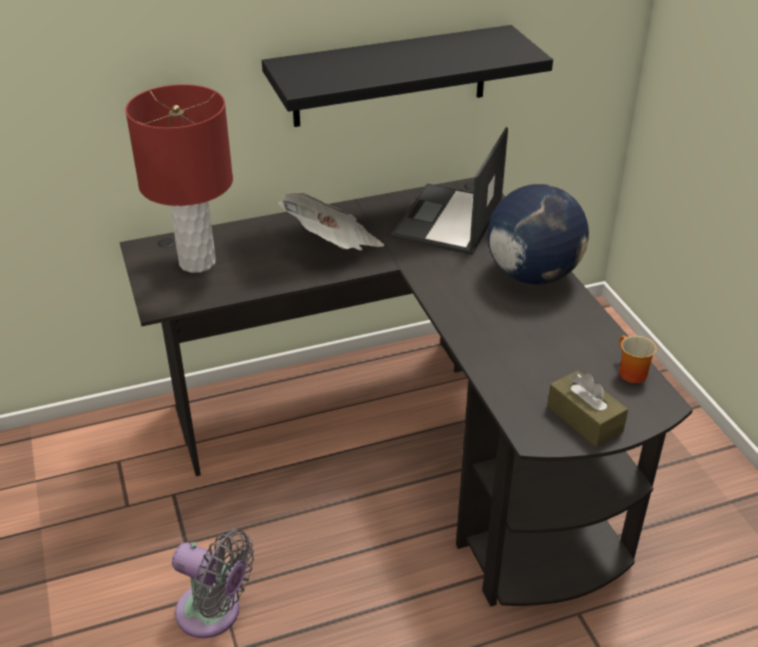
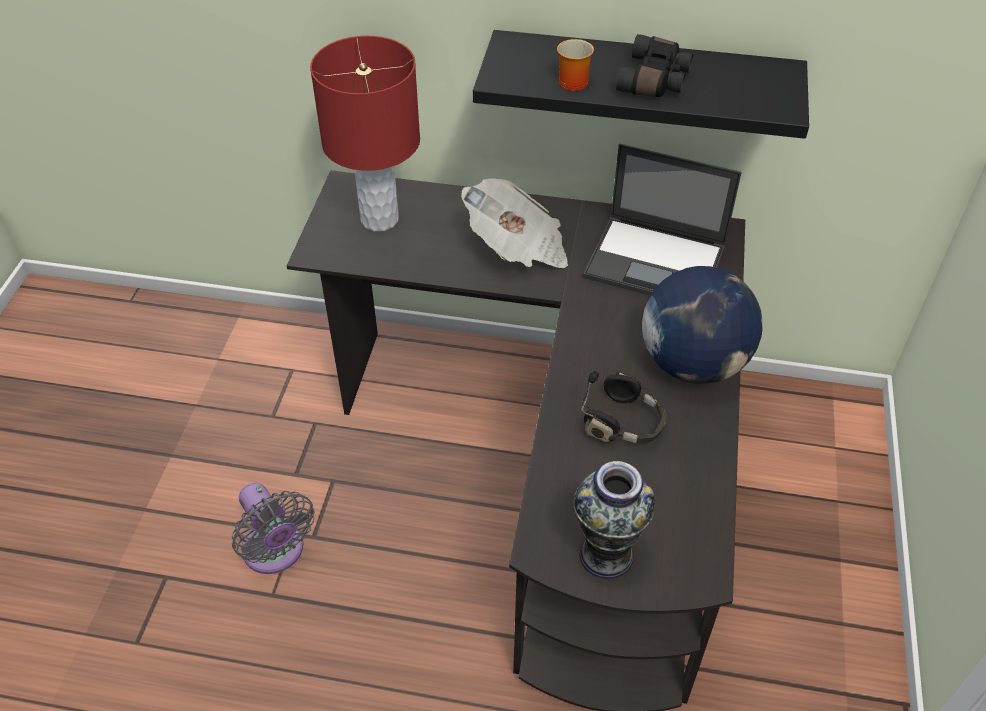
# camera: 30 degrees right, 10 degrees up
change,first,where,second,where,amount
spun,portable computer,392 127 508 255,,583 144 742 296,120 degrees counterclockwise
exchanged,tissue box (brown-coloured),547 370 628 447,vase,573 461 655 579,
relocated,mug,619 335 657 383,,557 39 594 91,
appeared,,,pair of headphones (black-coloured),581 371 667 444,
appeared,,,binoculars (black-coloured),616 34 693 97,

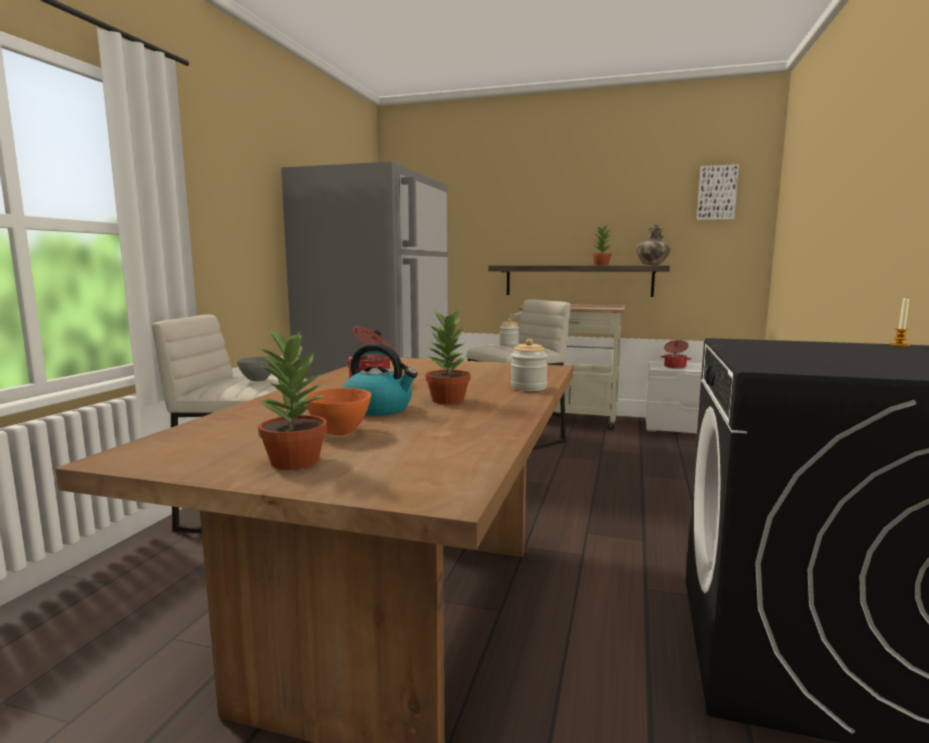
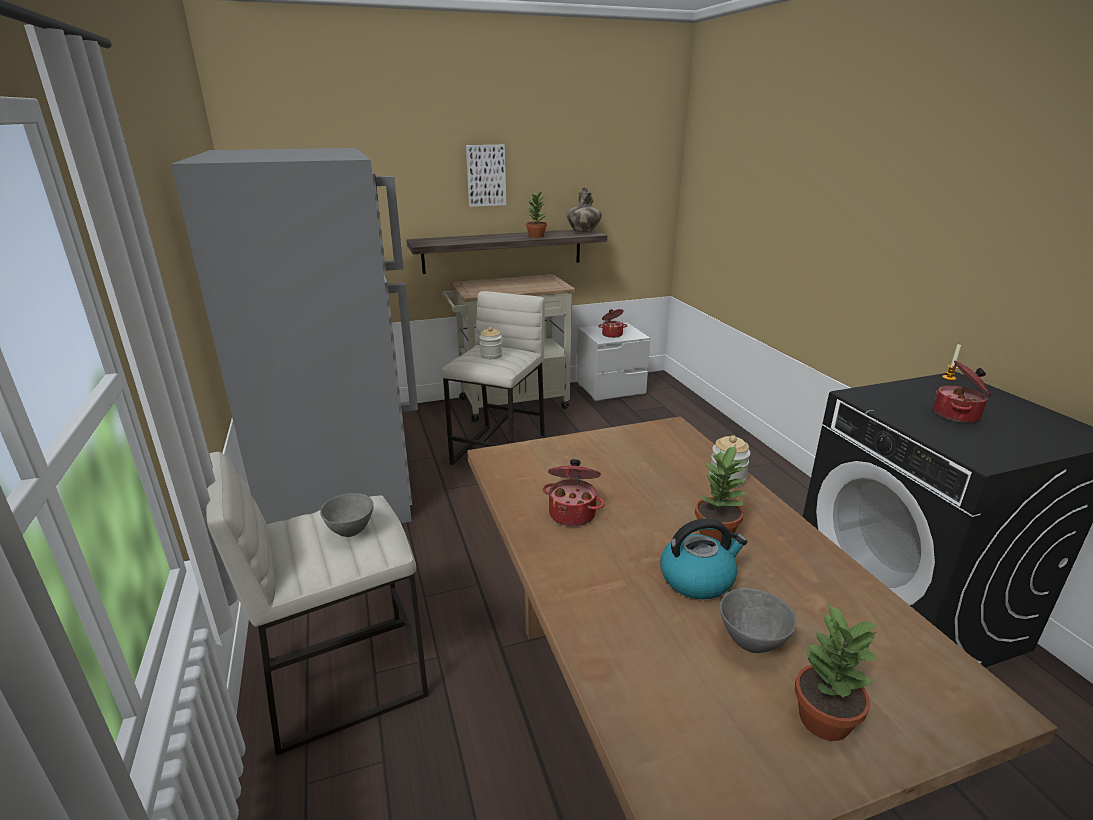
# camera: 35 degrees left, 15 degrees up
change,first,where,second,where,amount
colour,serving bowl (orangey),305 388 371 435,serving bowl (greyish),720 588 796 653,
relocated,wall art,697 164 739 220,,466 145 506 207,
appeared,,,saucepot,933 360 991 423,

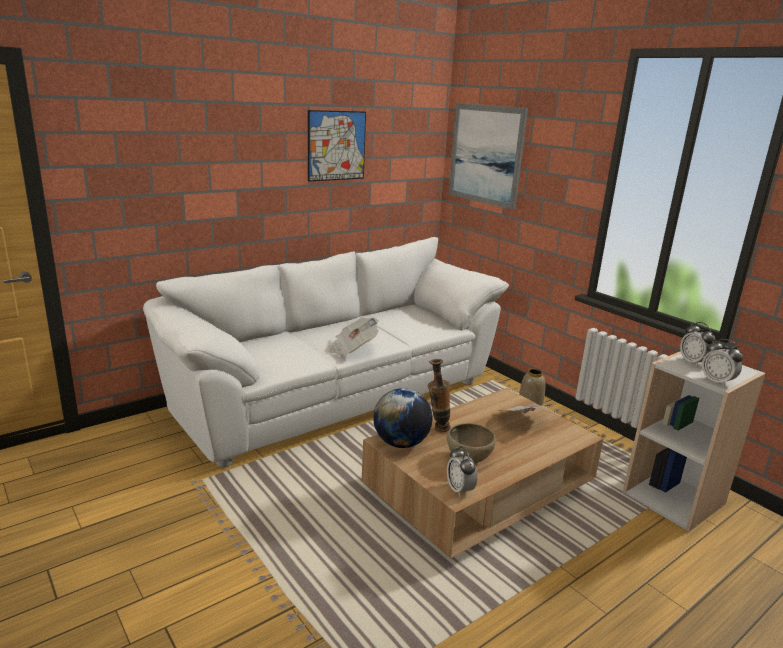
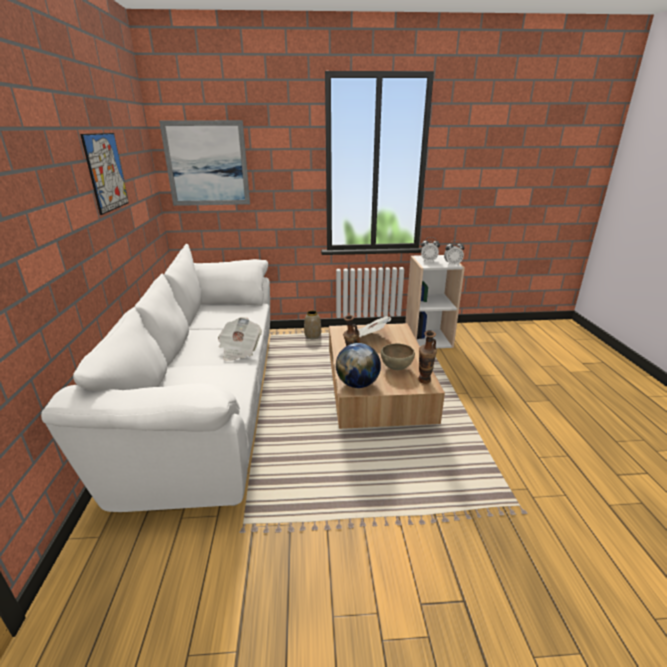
# camera: 55 degrees left, 5 degrees up
change,first,where,second,where,amount
exchanged,table clock,447 446 477 497,vase,418 331 437 384,

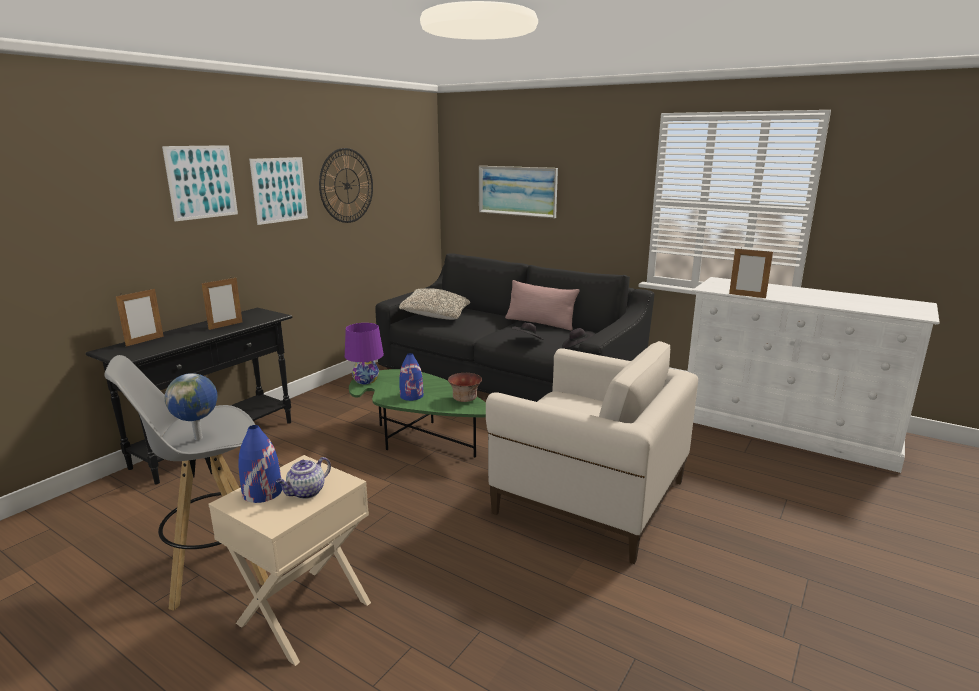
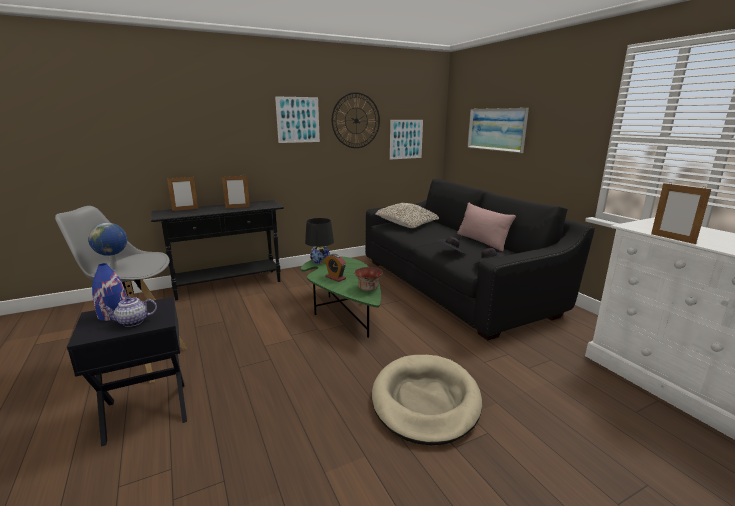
# camera: 30 degrees right, 0 degrees up
change,first,where,second,where,amount
relocated,wall art,162 145 238 221,,390 120 423 160,
colour,accent table (beige-coloured),209 455 371 666,accent table (black-coloured),67 297 187 447,
colour,table lamp (purplish),345 323 384 384,table lamp (black-coloured),305 218 334 264,
exchanged,vase (blue),399 353 423 401,table clock,325 254 346 282,
exchanged,lounge chair (beige-coloured),486 341 698 564,dog bed (beige-coloured),372 355 482 445,

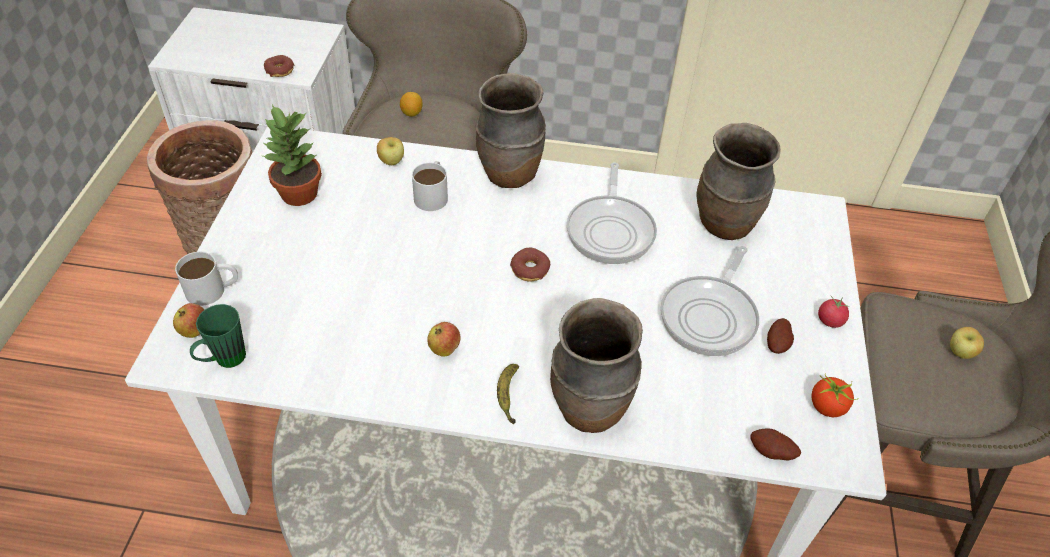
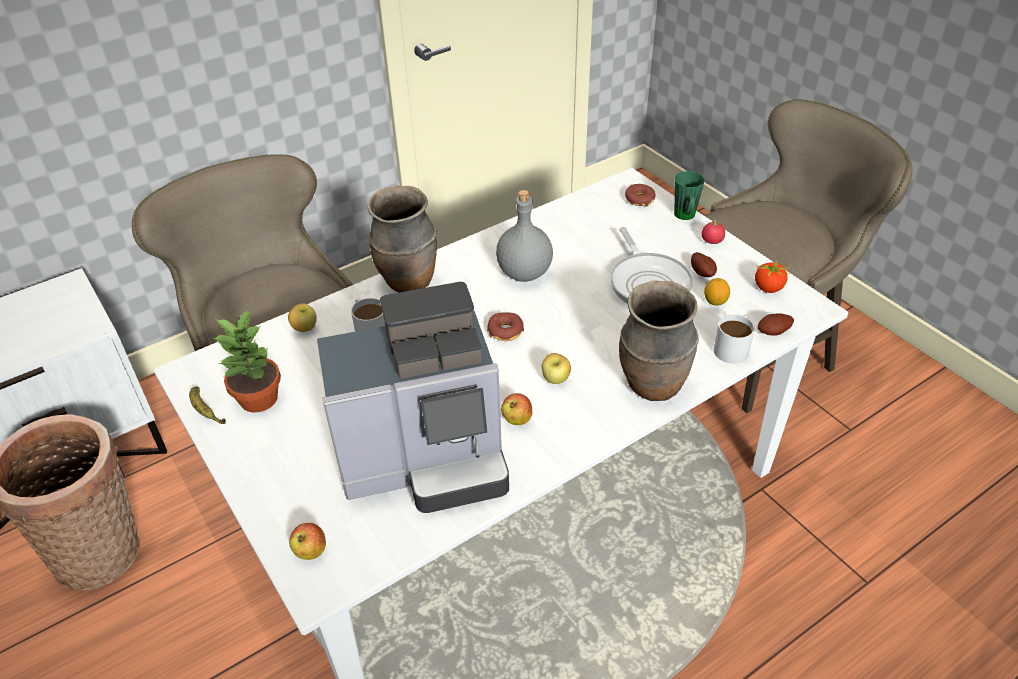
# camera: 40 degrees left, 5 degrees down
change,first,where,second,where,amount
relocated,mug (whitish),175 252 238 306,,714 314 755 364,
relocated,mug (greenish),190 304 246 368,,674 171 704 220,
relocated,ring doughnut,264 55 294 77,,625 184 656 207,
relocated,whole lemon,400 92 423 117,,704 278 730 306,
relocated,banana fruit,497 364 519 424,,189 387 226 424,
exchanged,frying pan,567 163 657 264,drink bottle (greyish),496 190 553 282,
missing,vase (brown-coloured),697 123 781 240,,,
relocated,apple,950 327 984 359,,542 353 571 384,
appeared,,,coffee machine,317 282 509 513,

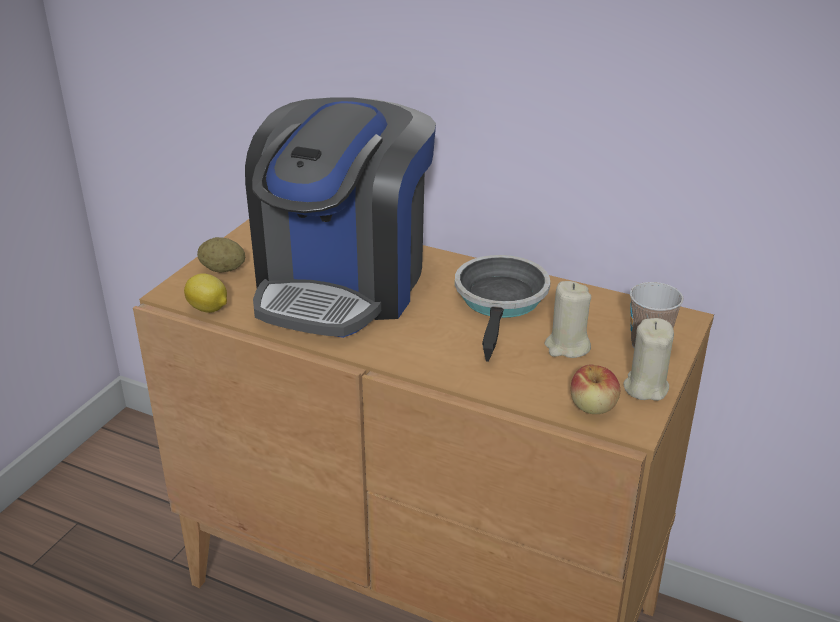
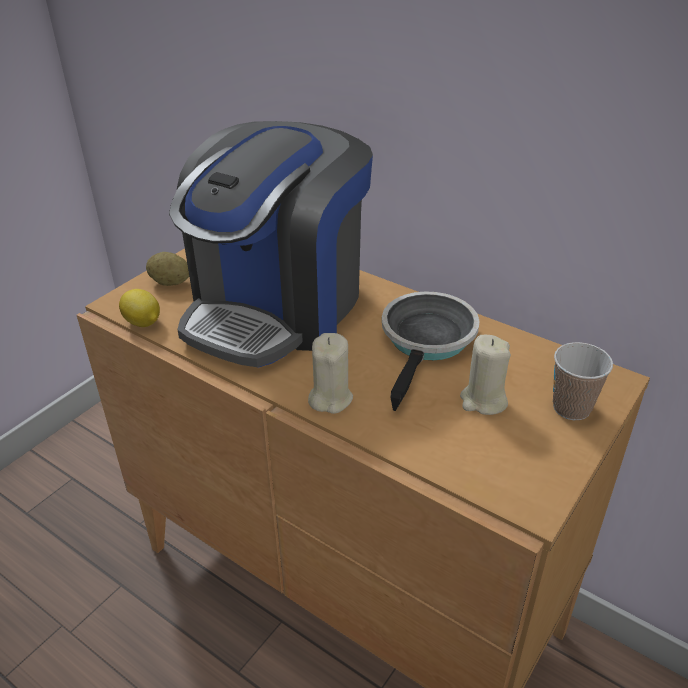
# camera: 10 degrees right, 5 degrees up
change,first,where,second,where,amount
missing,apple,571 365 620 414,,,
relocated,wax candle (beige-coloured),623 318 674 401,,308 333 353 414,

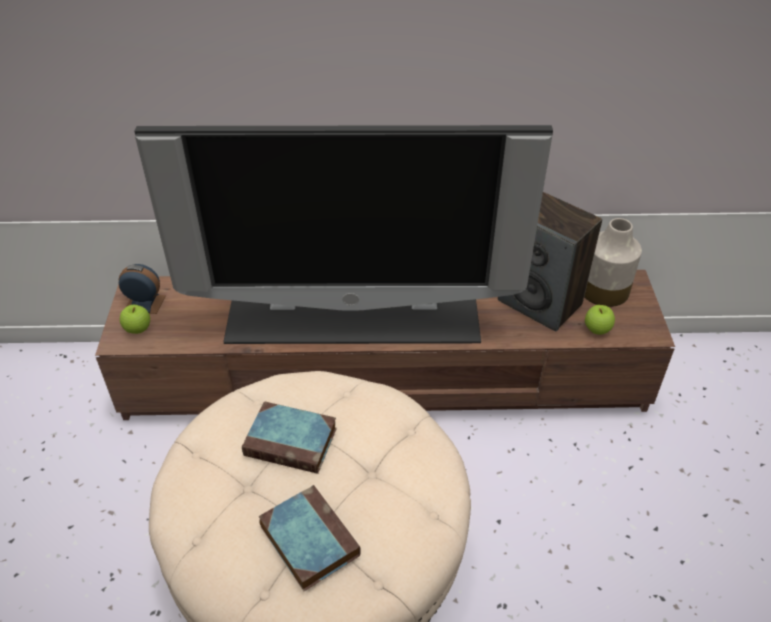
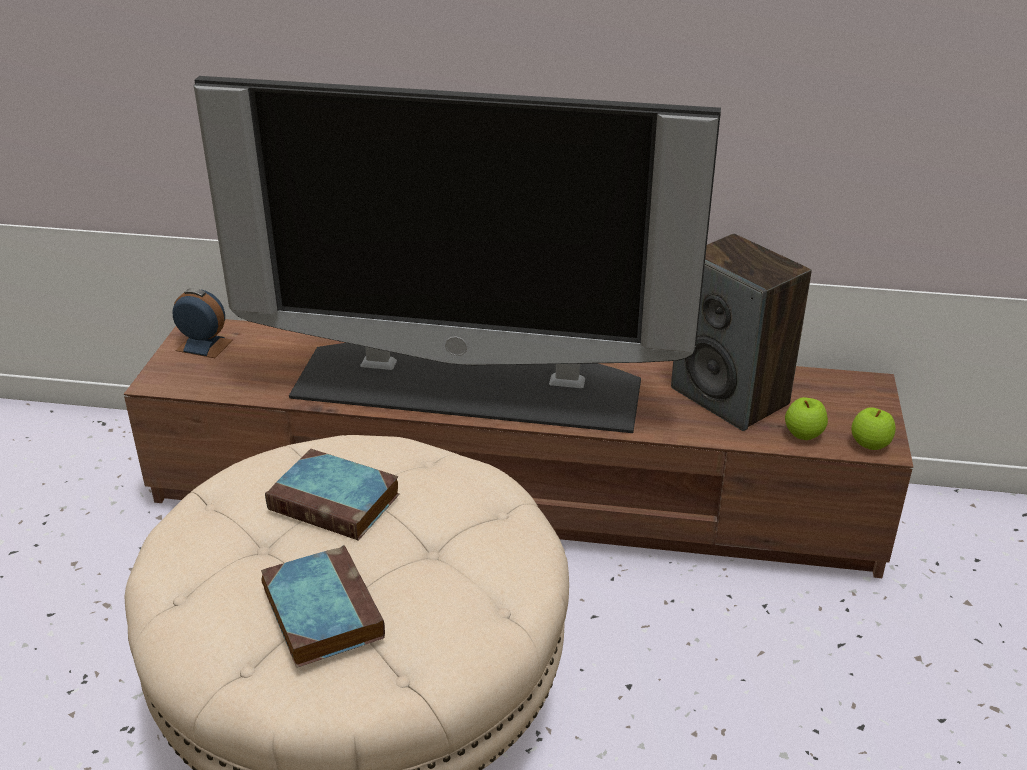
# camera: 10 degrees right, 10 degrees down
change,first,where,second,where,amount
relocated,apple,120 305 150 334,,851 407 895 450,
missing,vase (beige-coloured),584 218 642 307,,,

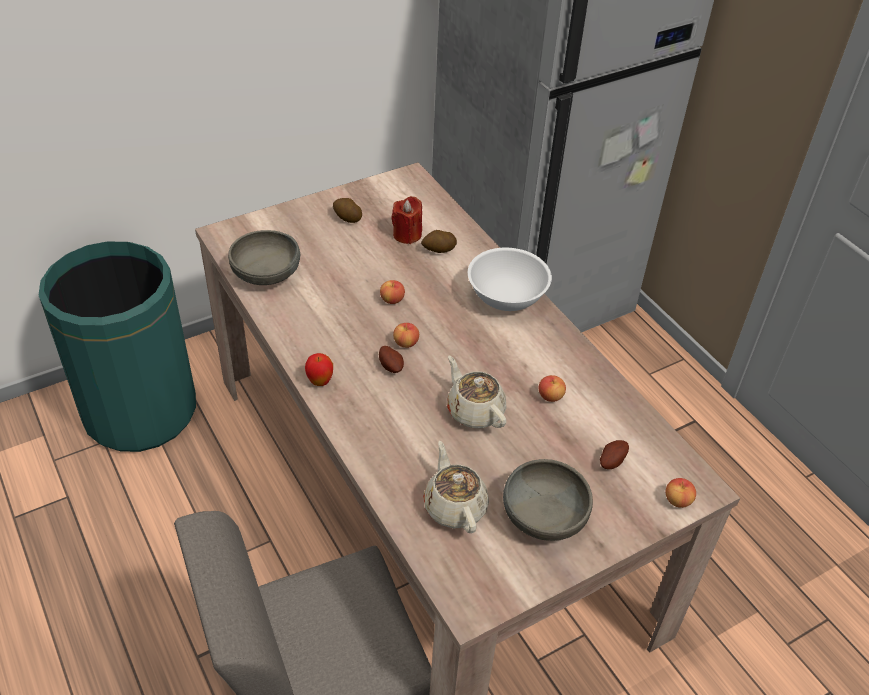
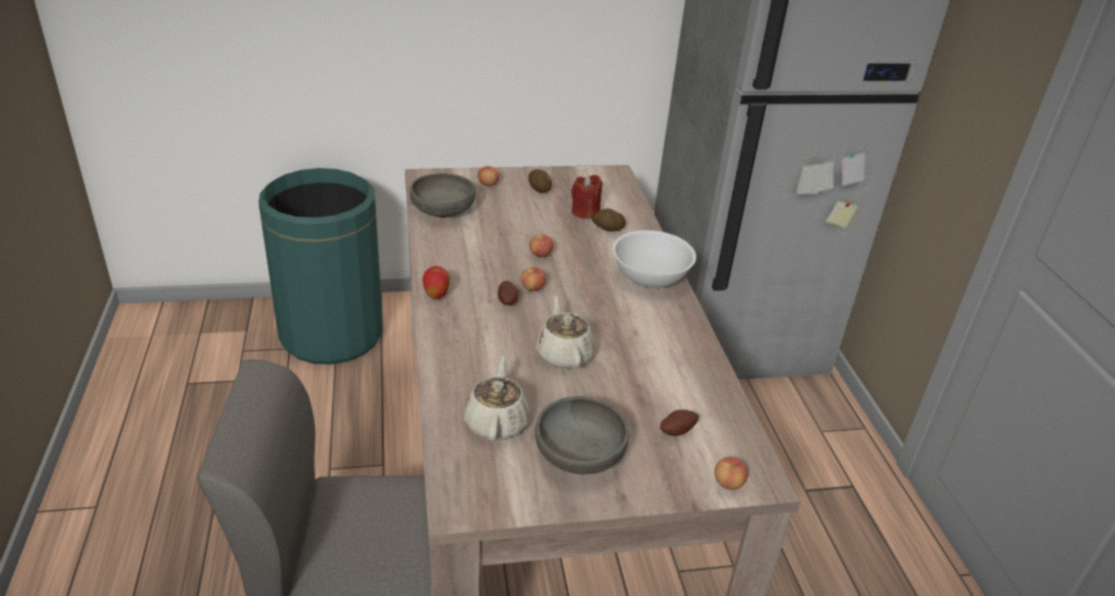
# camera: 20 degrees right, 10 degrees down
change,first,where,second,where,amount
relocated,apple,539 375 566 402,,478 165 499 186,

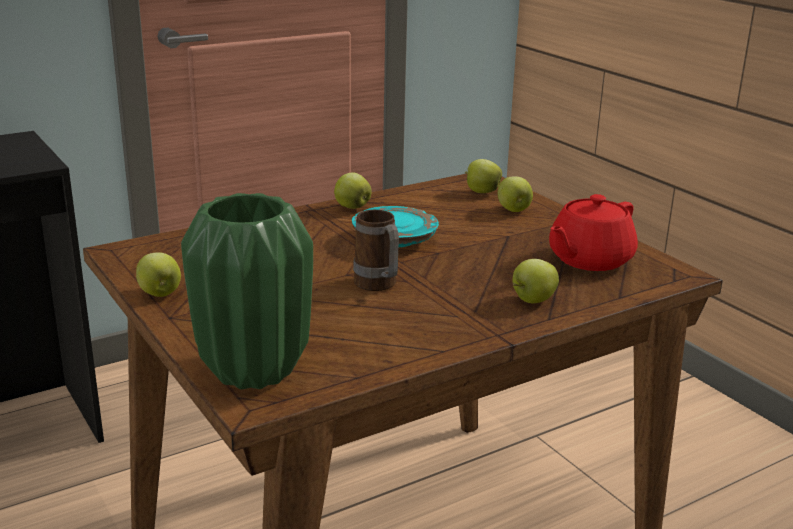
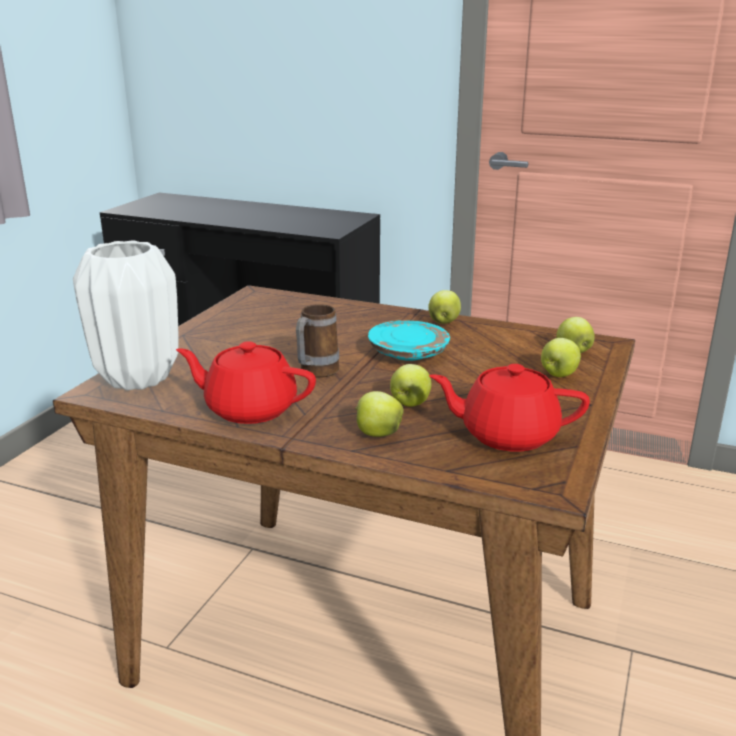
# camera: 55 degrees right, 0 degrees up
change,first,where,second,where,amount
relocated,apple,136 252 181 297,,390 364 432 407,
colour,vase (greenish),181 193 313 389,vase (whitish),73 240 179 390,
appeared,,,pot for tea (red),176 341 316 424,

